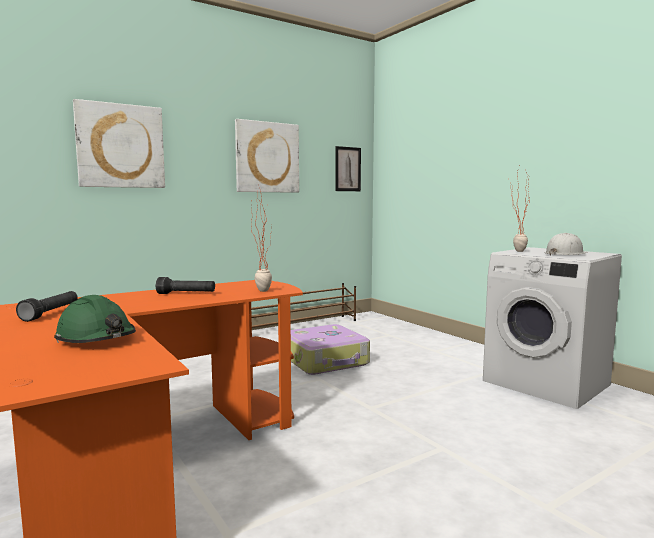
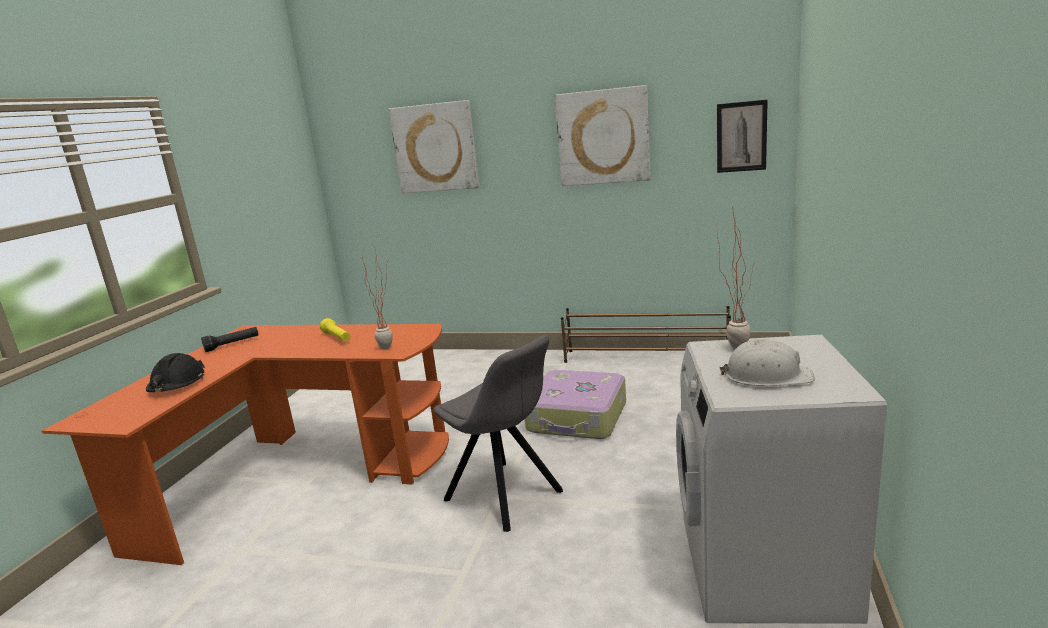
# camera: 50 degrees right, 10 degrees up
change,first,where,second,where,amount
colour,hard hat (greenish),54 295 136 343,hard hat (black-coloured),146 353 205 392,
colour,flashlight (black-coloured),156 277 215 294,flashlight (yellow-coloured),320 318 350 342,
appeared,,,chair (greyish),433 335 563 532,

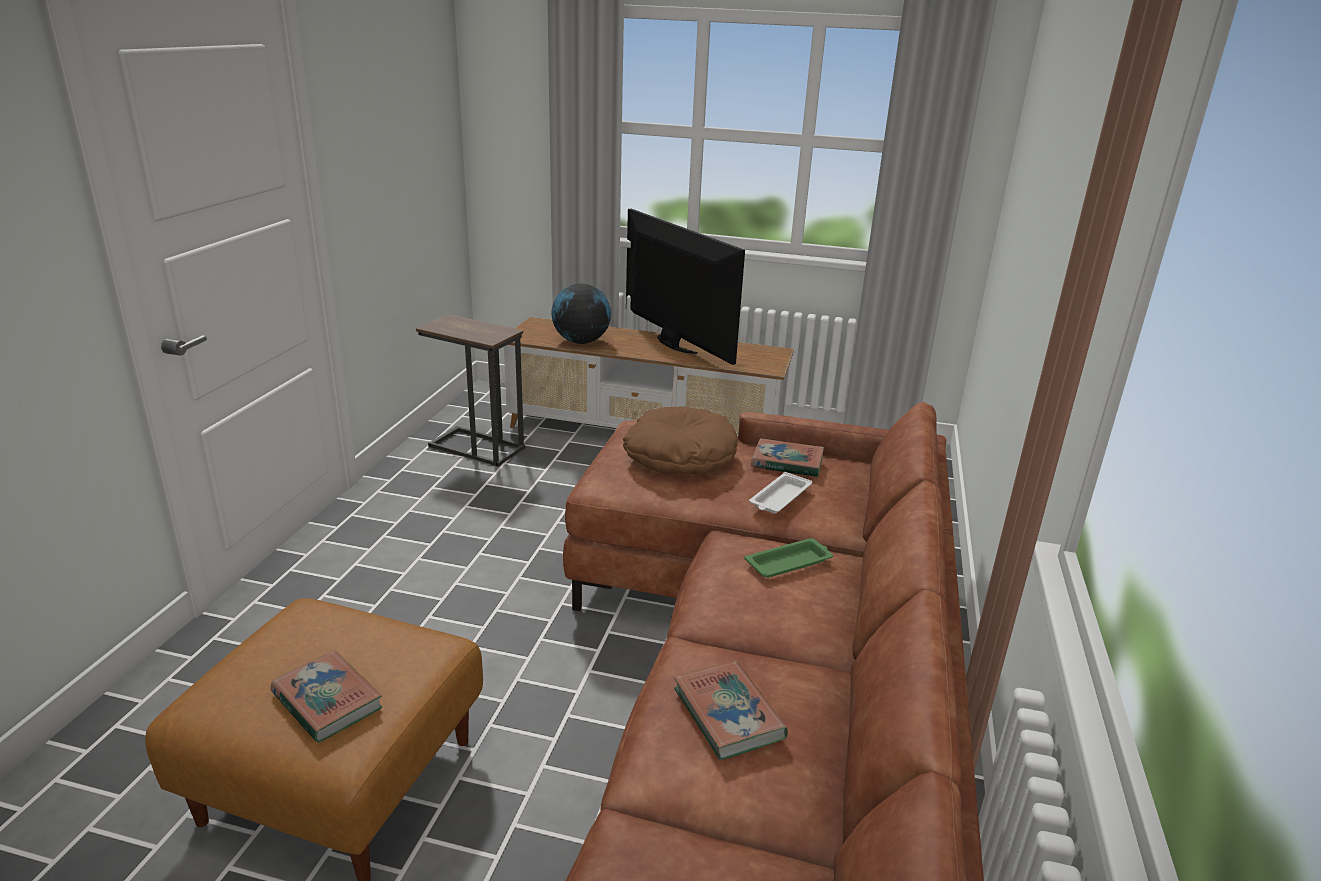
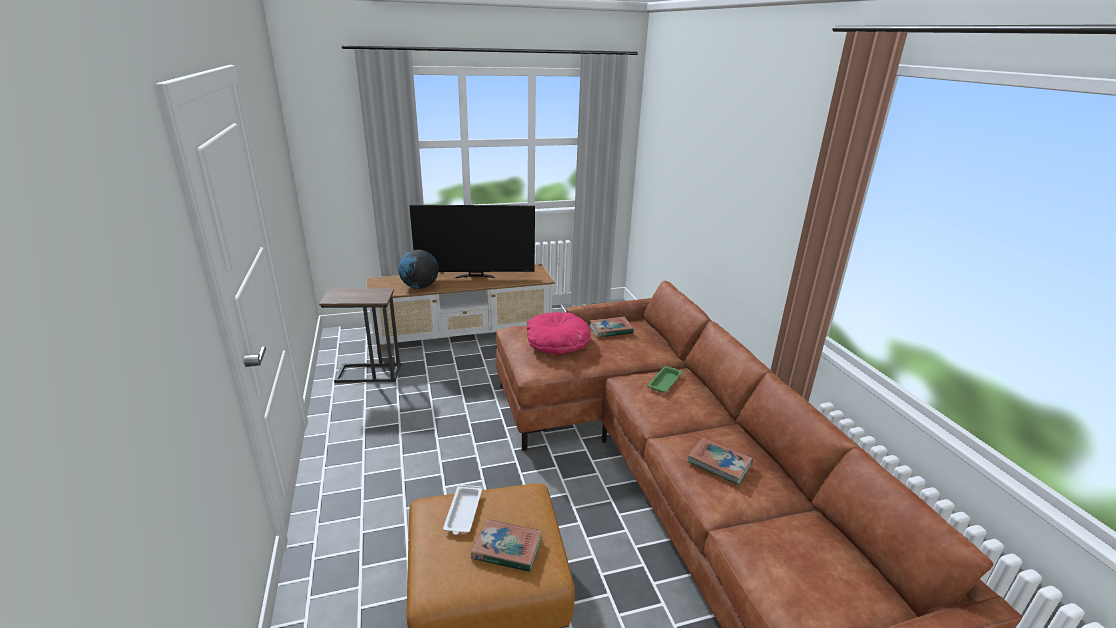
# camera: 30 degrees left, 0 degrees up
change,first,where,second,where,amount
colour,pillow (brown-coloured),623 406 738 474,pillow (pink-coloured),527 312 591 354,
spun,television,626 209 745 365,,409 205 535 278,150 degrees clockwise
relocated,carrying tray (whitish),749 472 812 514,,443 485 482 535,

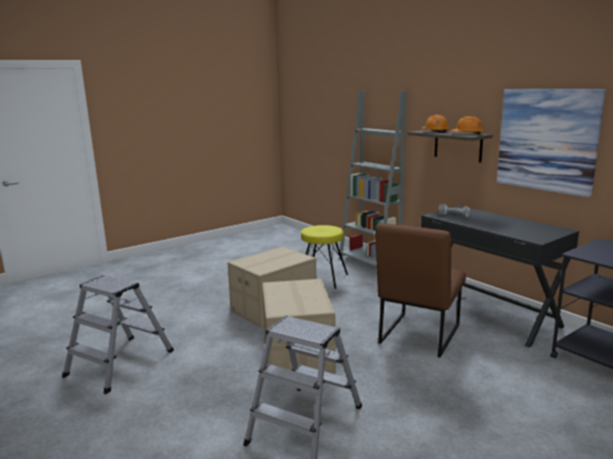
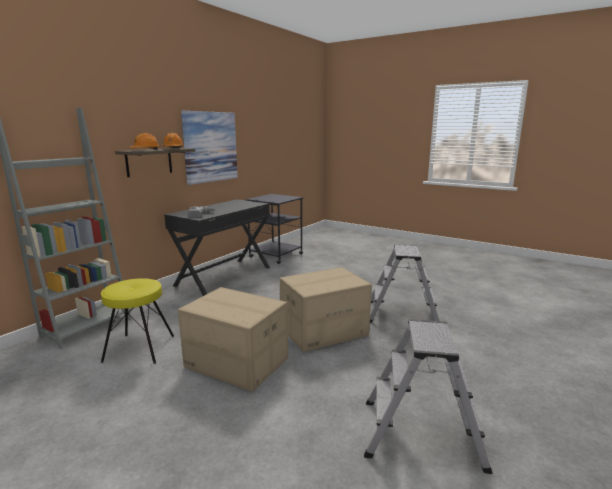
# camera: 110 degrees left, 0 degrees up
change,first,where,second,where,amount
missing,chair (brown-coloured),375 223 466 358,,,

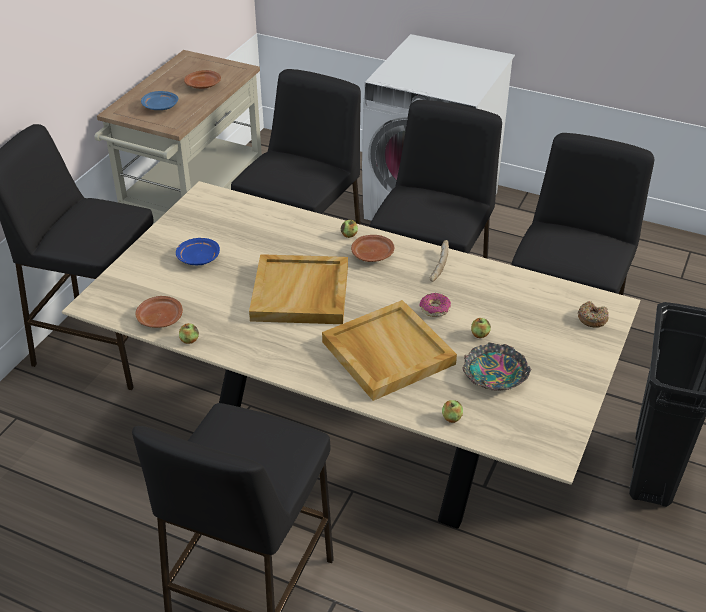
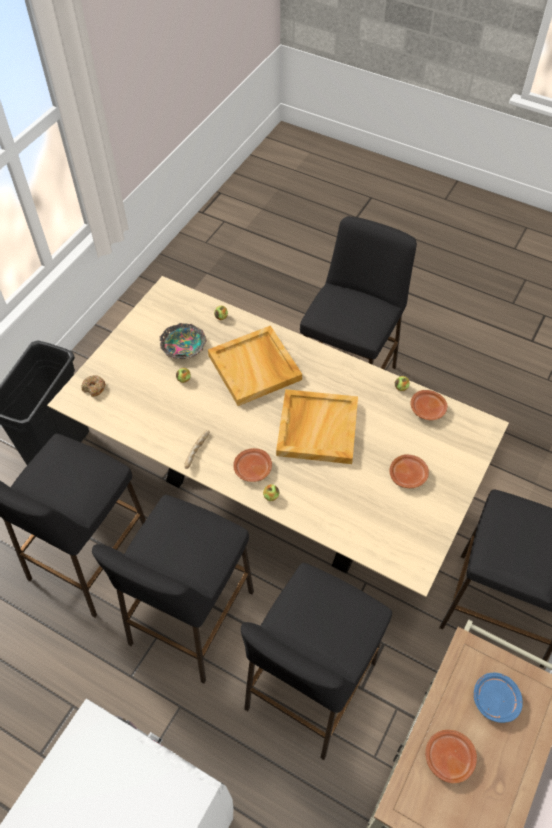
# camera: 175 degrees left, 15 degrees up
change,first,where,second,where,amount
colour,plate (blue),176 238 220 265,plate (brown-coloured),390 455 429 488,
missing,ring doughnut,420 293 451 317,,,

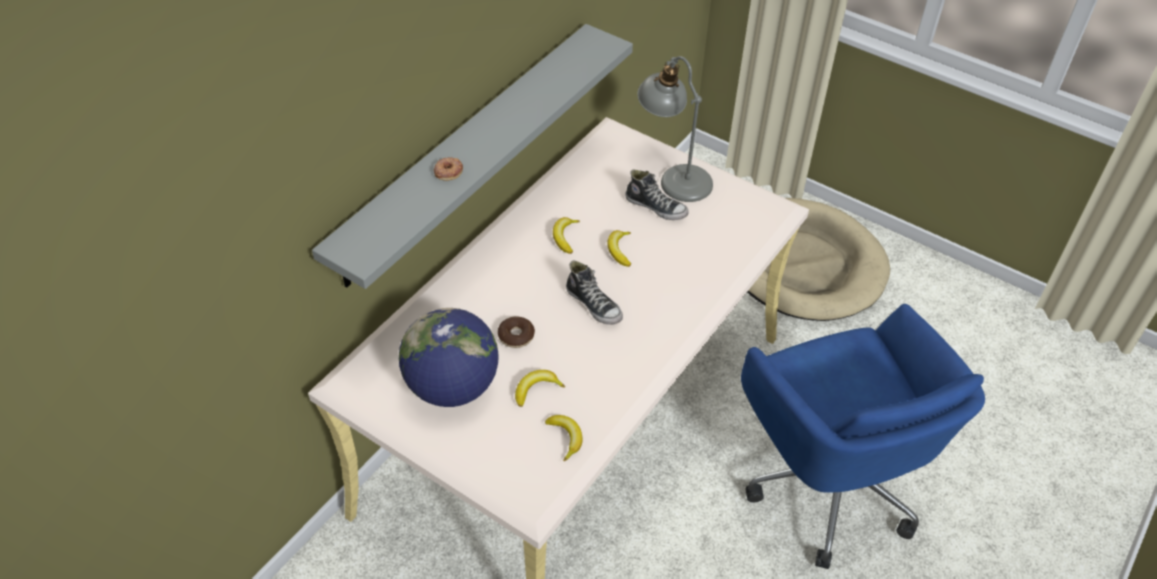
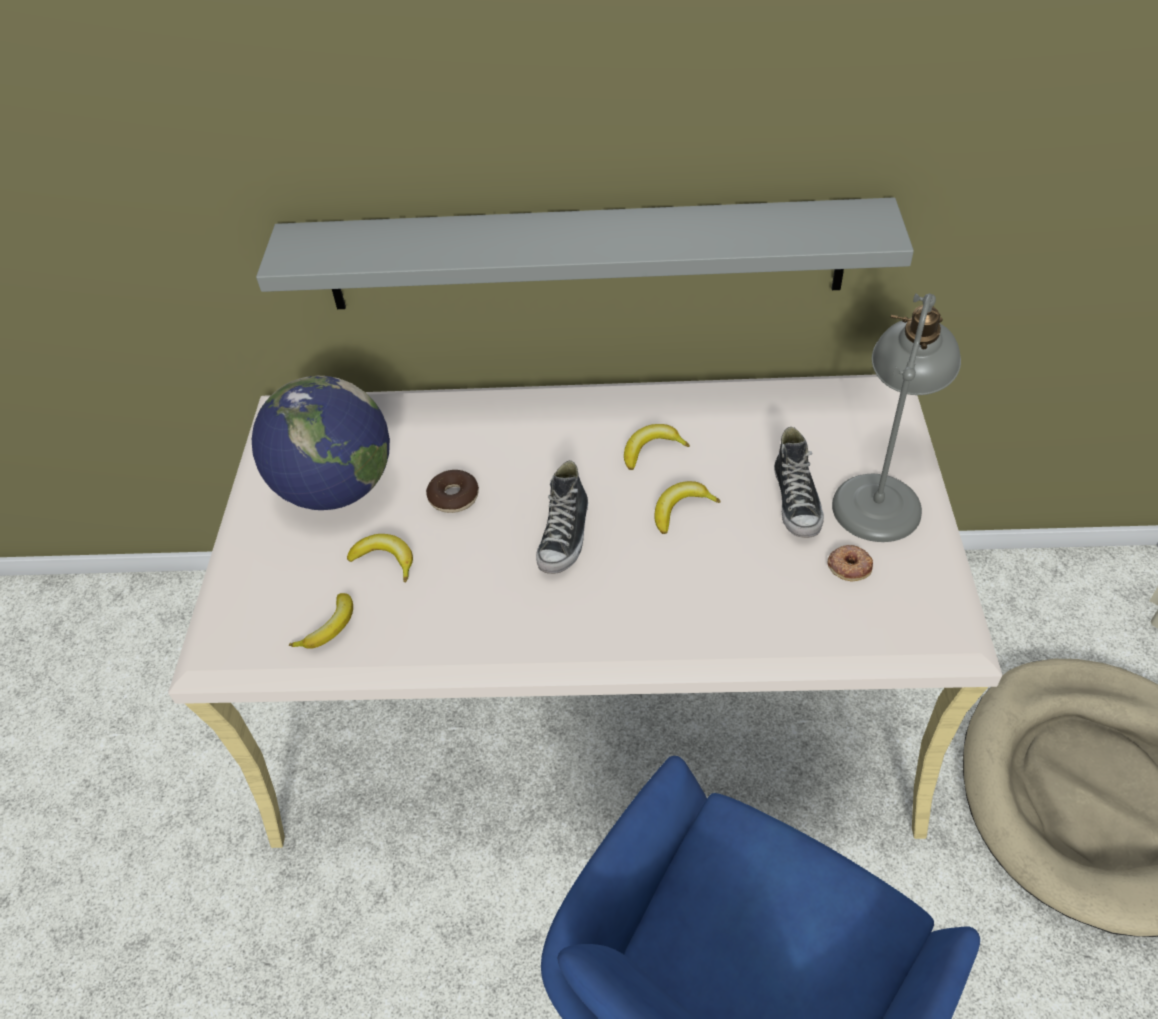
# camera: 60 degrees right, 0 degrees up
change,first,where,second,where,amount
relocated,ring doughnut,434 157 463 181,,828 545 873 581,

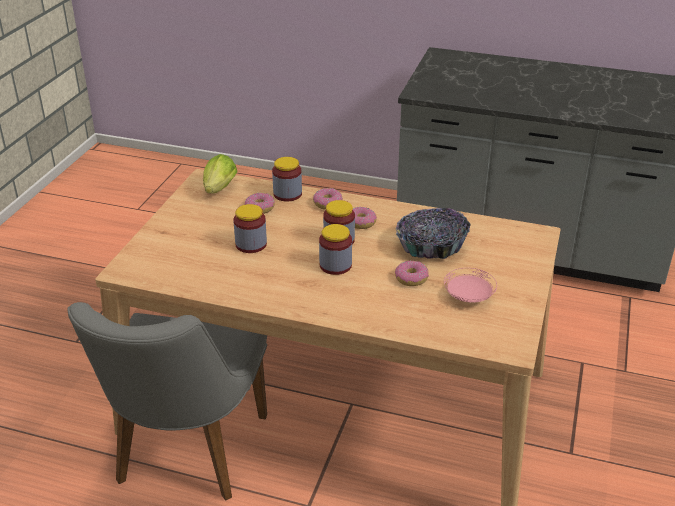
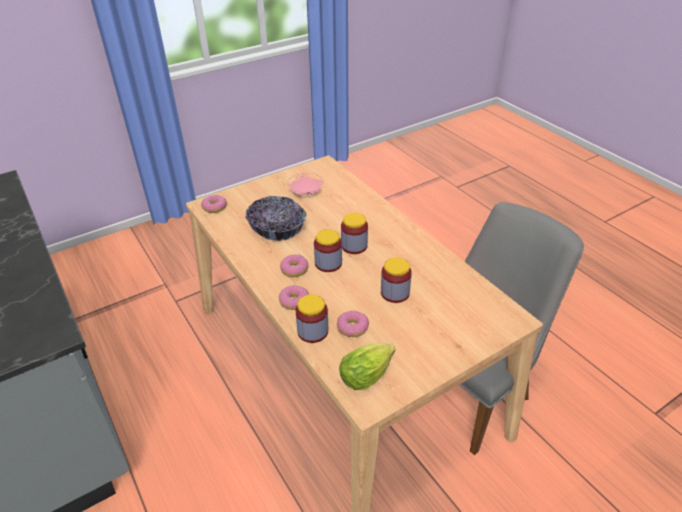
# camera: 140 degrees left, 5 degrees up
change,first,where,second,where,amount
relocated,ring doughnut,395 261 429 286,,201 195 227 213,

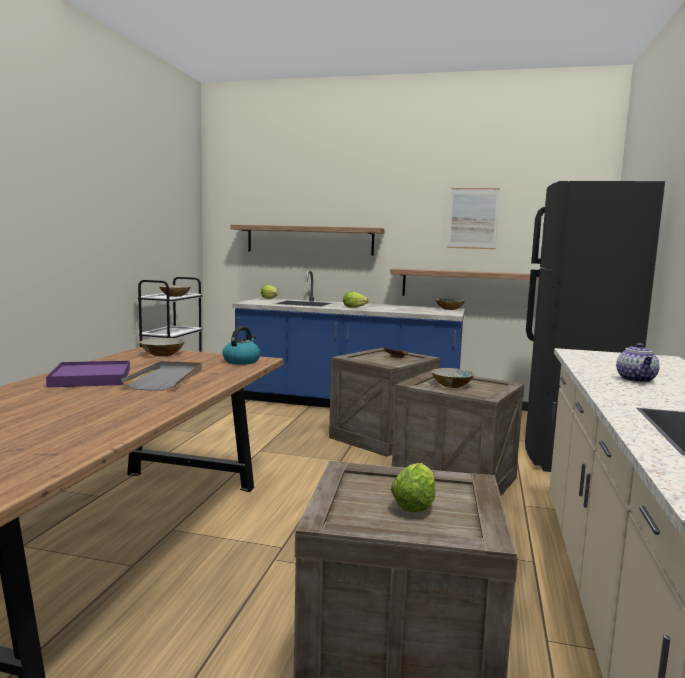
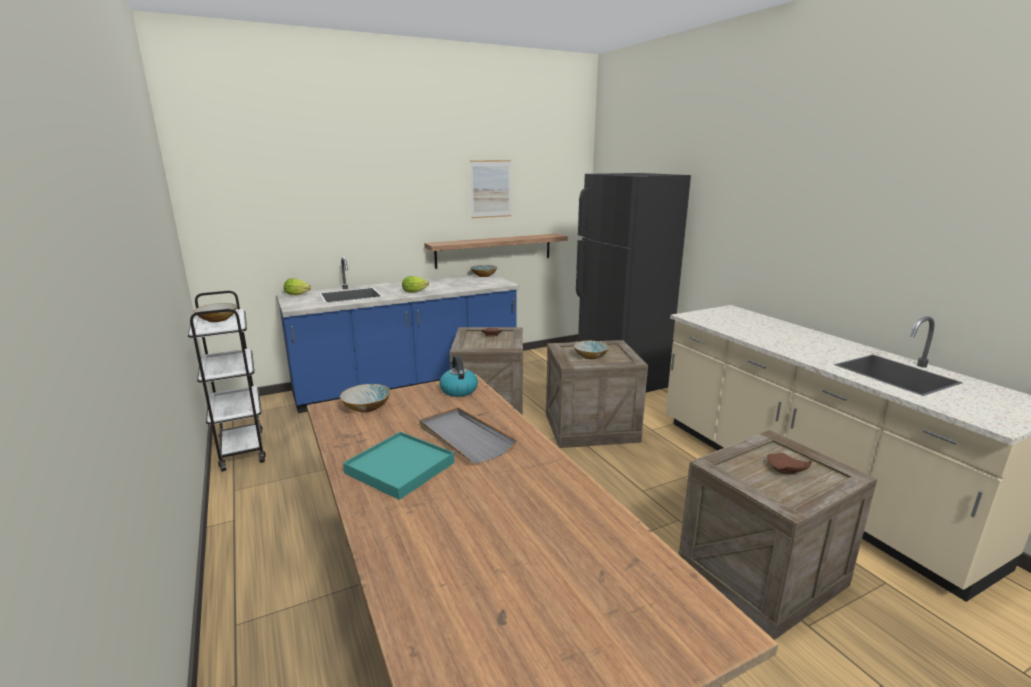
# camera: 40 degrees left, 10 degrees up
change,first,where,second,where,amount
colour,carrying tray (purplish),46 361 130 388,carrying tray (turquoise),343 432 454 500,
missing,wall shelf,231 225 385 256,,,
exchanged,lettuce head,391 463 435 513,plate (brown-coloured),767 453 812 474,
missing,pot for tea,616 343 660 383,,,

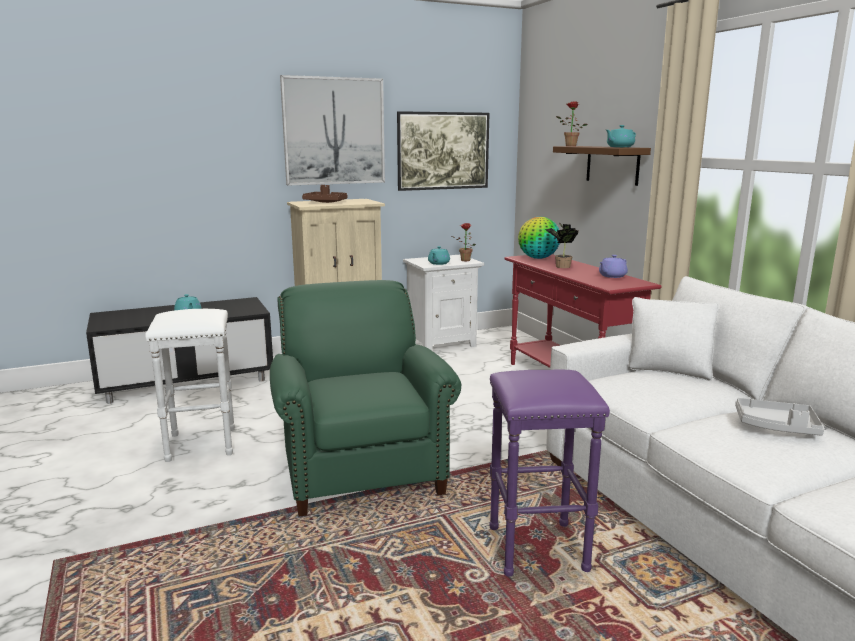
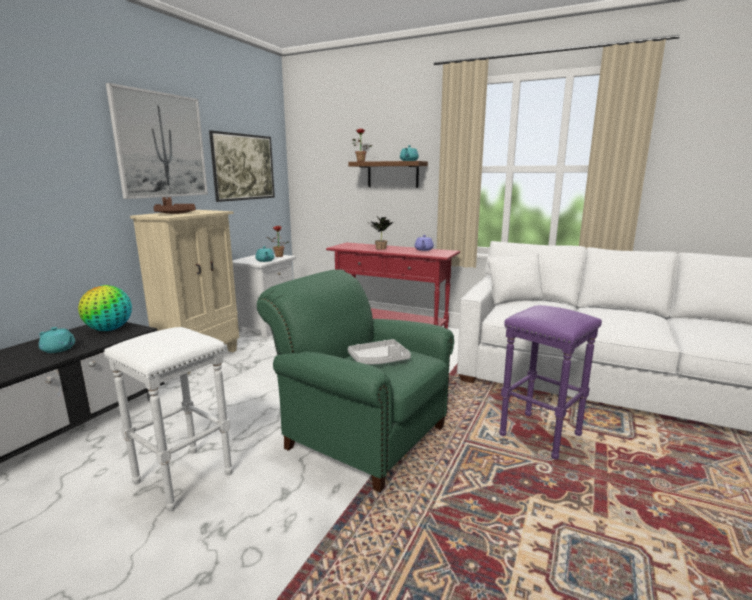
# camera: 40 degrees left, 0 degrees up
change,first,where,second,where,amount
relocated,world globe,518 217 560 259,,78 285 132 331,
relocated,carrying tray (greyish),735 398 824 436,,348 339 411 365,

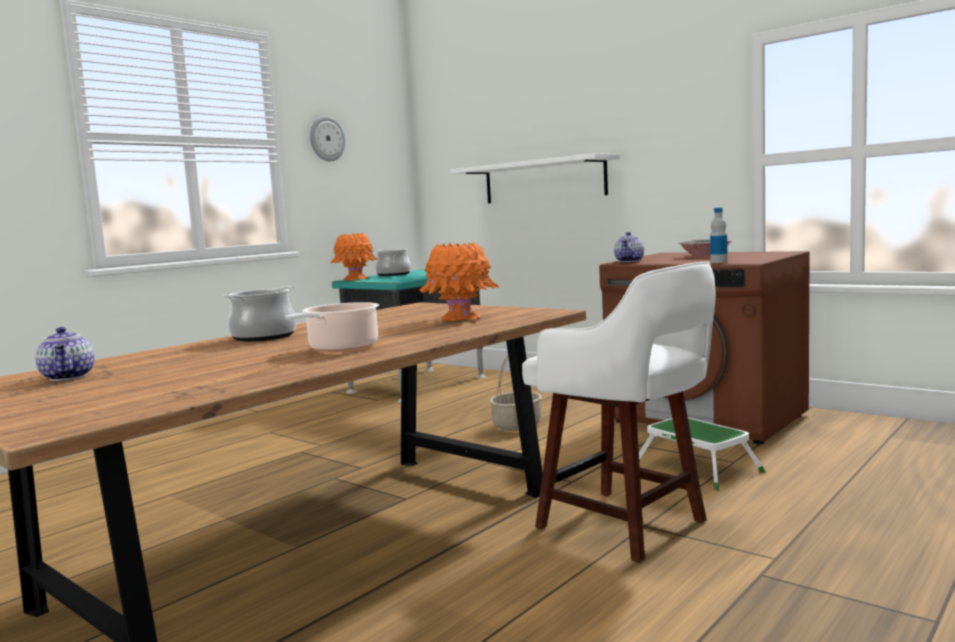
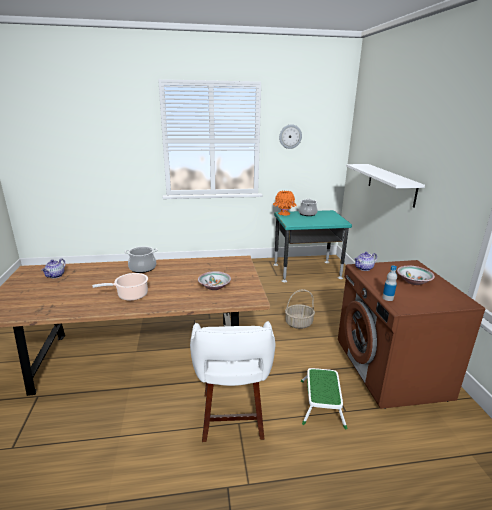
# camera: 40 degrees right, 15 degrees up
change,first,where,second,where,amount
exchanged,vase (orangey),419 242 499 321,serving bowl,198 271 231 290,

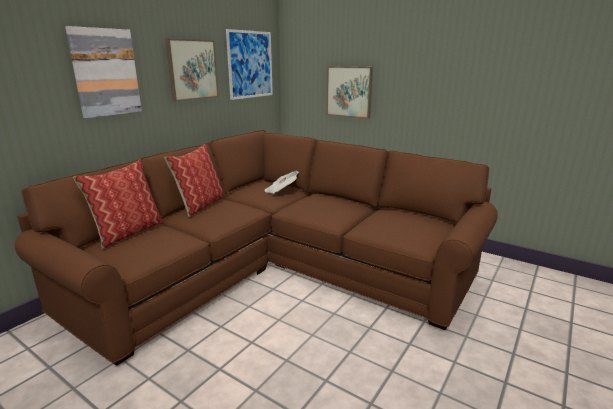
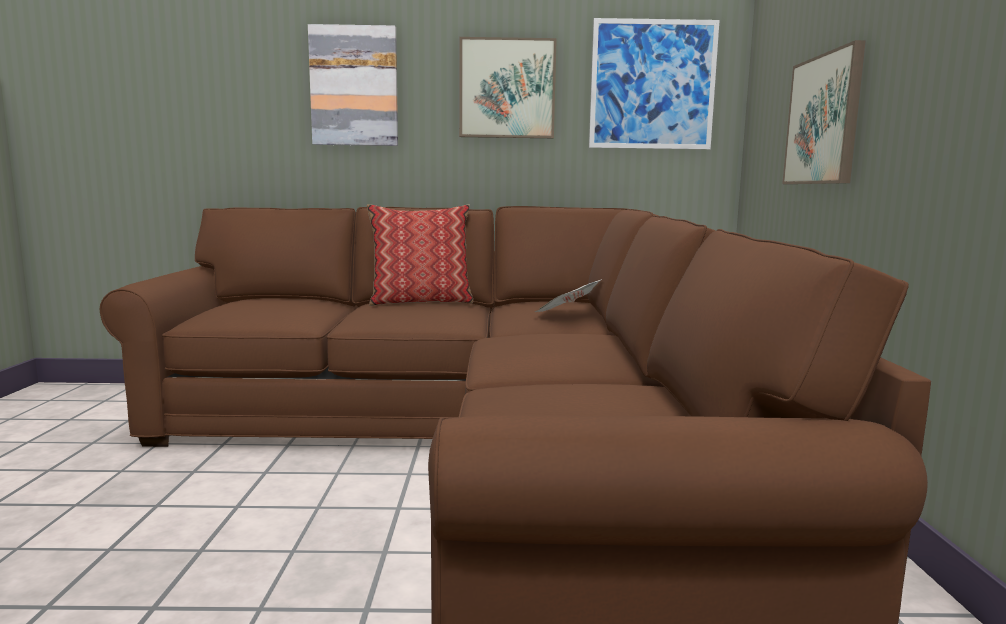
# camera: 55 degrees right, 10 degrees down
change,first,where,second,where,amount
missing,pillow,73 160 164 249,,,

